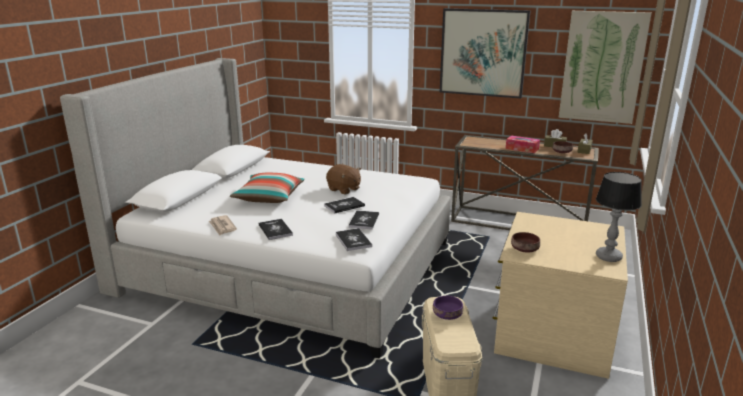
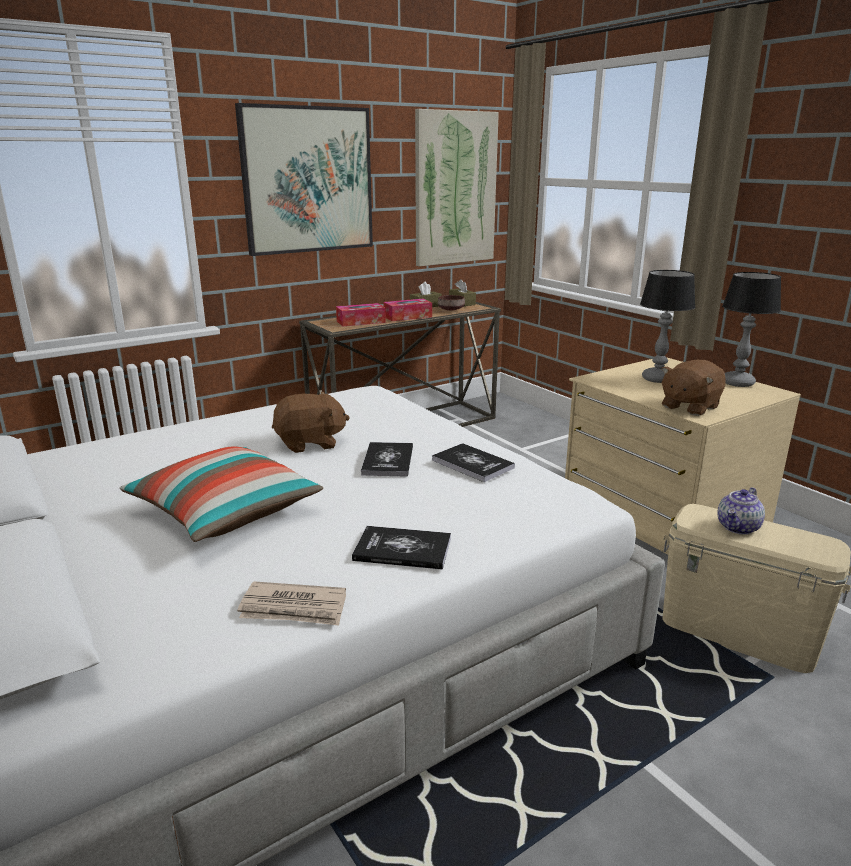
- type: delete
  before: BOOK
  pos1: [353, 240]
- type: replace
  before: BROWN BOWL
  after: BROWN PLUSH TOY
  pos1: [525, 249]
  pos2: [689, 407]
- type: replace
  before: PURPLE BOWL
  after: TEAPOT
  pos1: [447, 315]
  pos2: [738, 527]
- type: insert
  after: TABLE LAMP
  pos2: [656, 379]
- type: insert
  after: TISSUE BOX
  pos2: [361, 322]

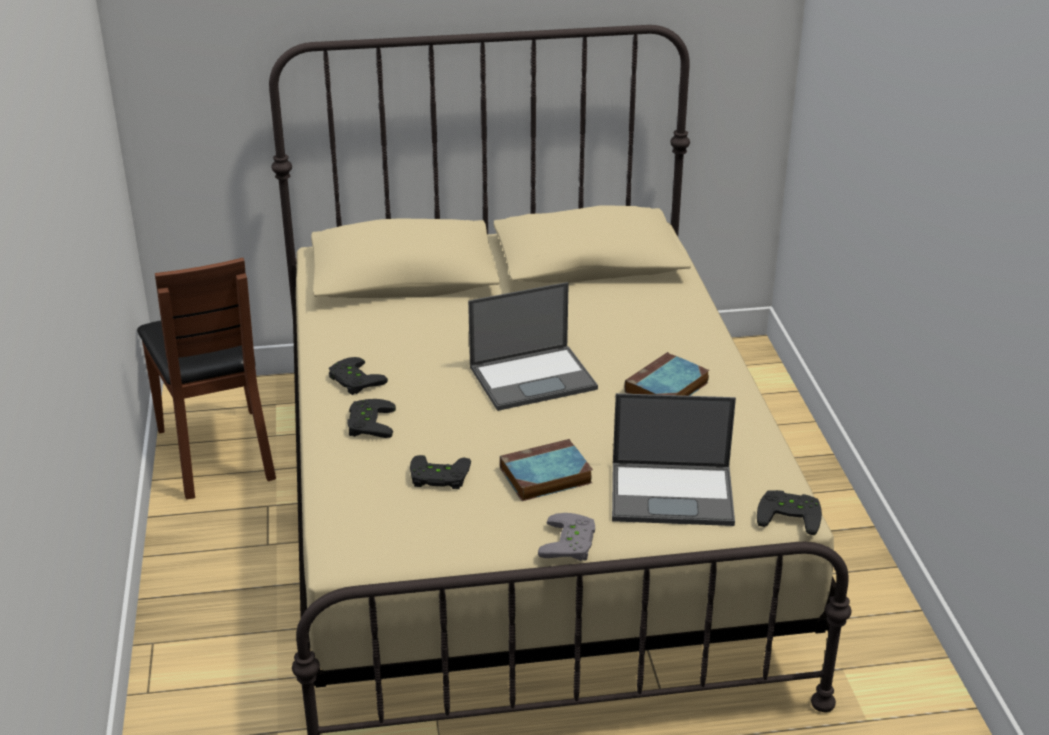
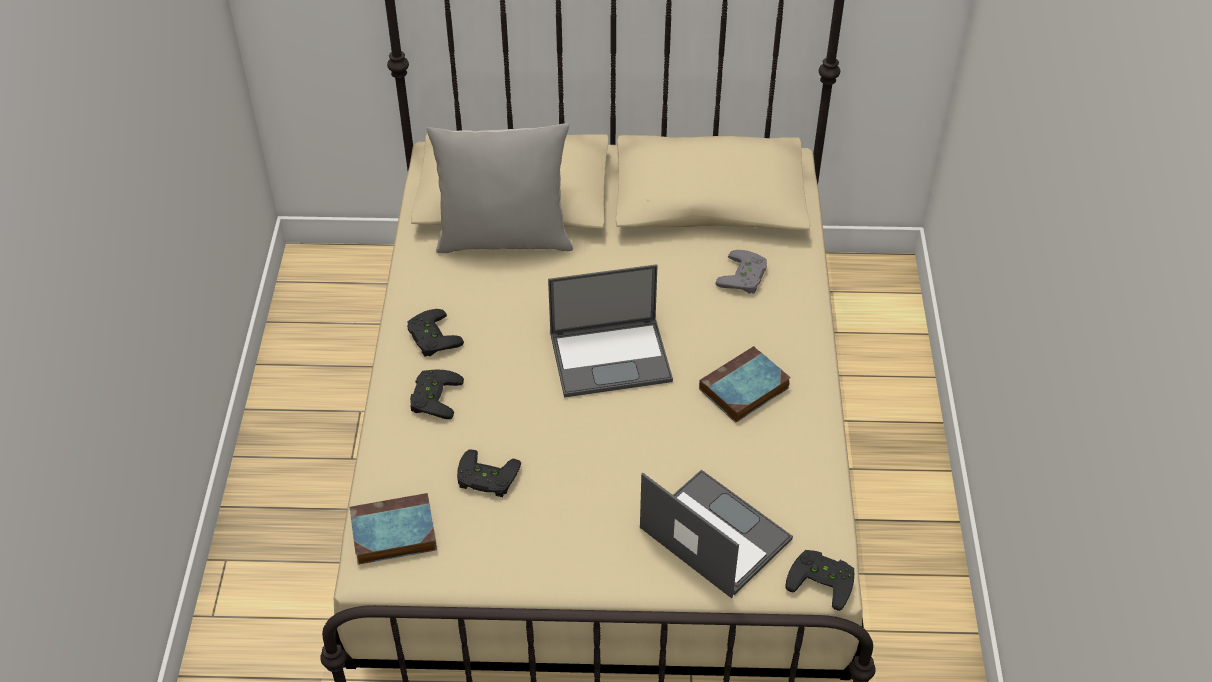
- type: delete
  before: BROWN CHAIR
  pos1: [218, 452]
- type: rotate
  before: LAPTOP
  pos1: [673, 493]
  pos2: [713, 533]
  turn: -150
- type: move
  before: BOOK
  pos1: [544, 476]
  pos2: [392, 534]
- type: move
  before: GREY GAME CONTROLLER
  pos1: [572, 543]
  pos2: [745, 277]
- type: insert
  after: GREY PILLOW
  pos2: [504, 238]

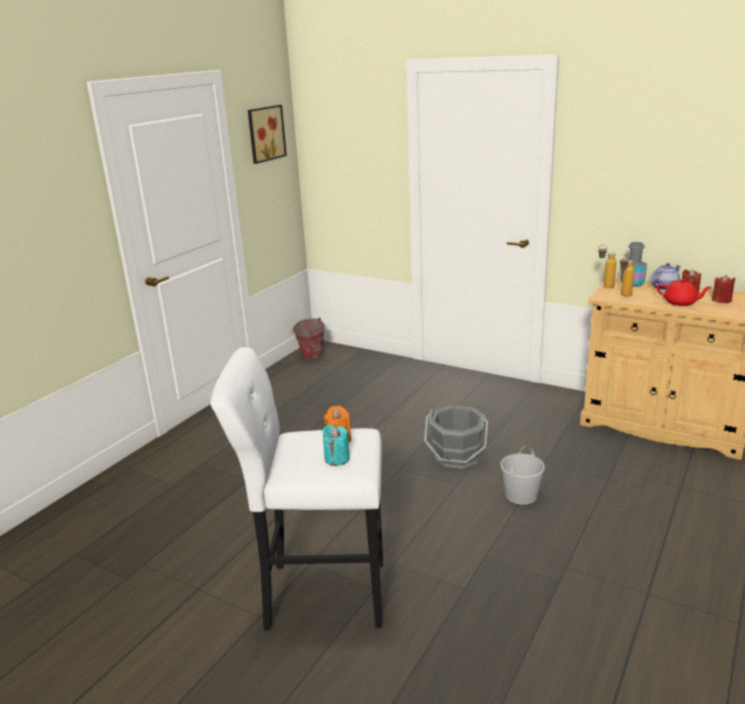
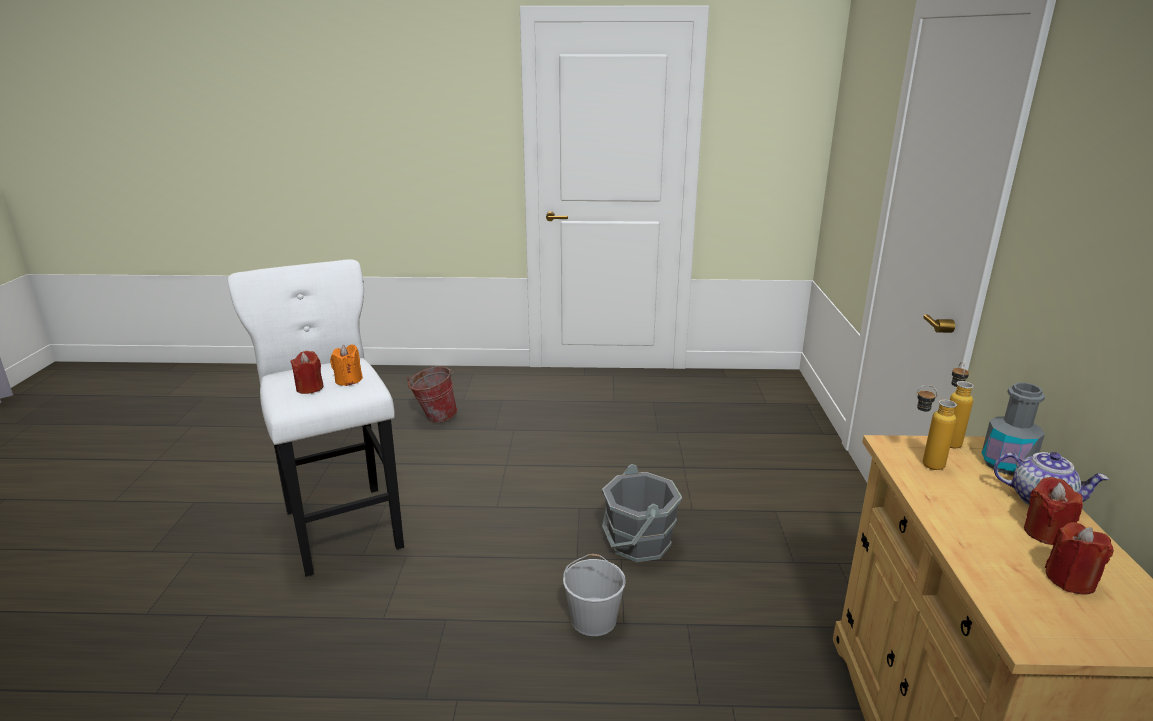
- type: delete
  before: PICTURE
  pos1: [264, 133]
- type: delete
  before: RED TEAPOT
  pos1: [681, 302]
- type: move
  before: BUCKET
  pos1: [310, 357]
  pos2: [434, 418]
- type: recolor
  before: TURQUOISE CANDLE
  after: RED CANDLE
  pos1: [337, 459]
  pos2: [309, 388]

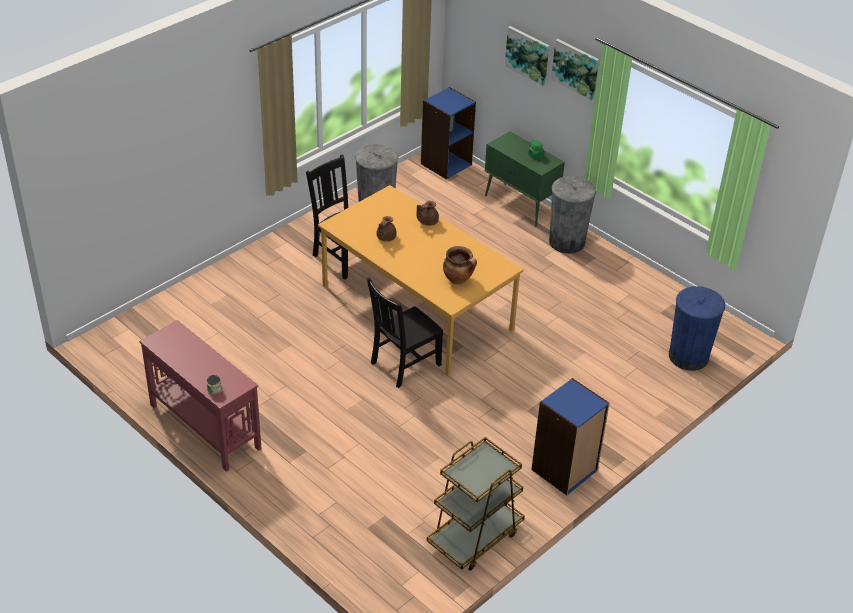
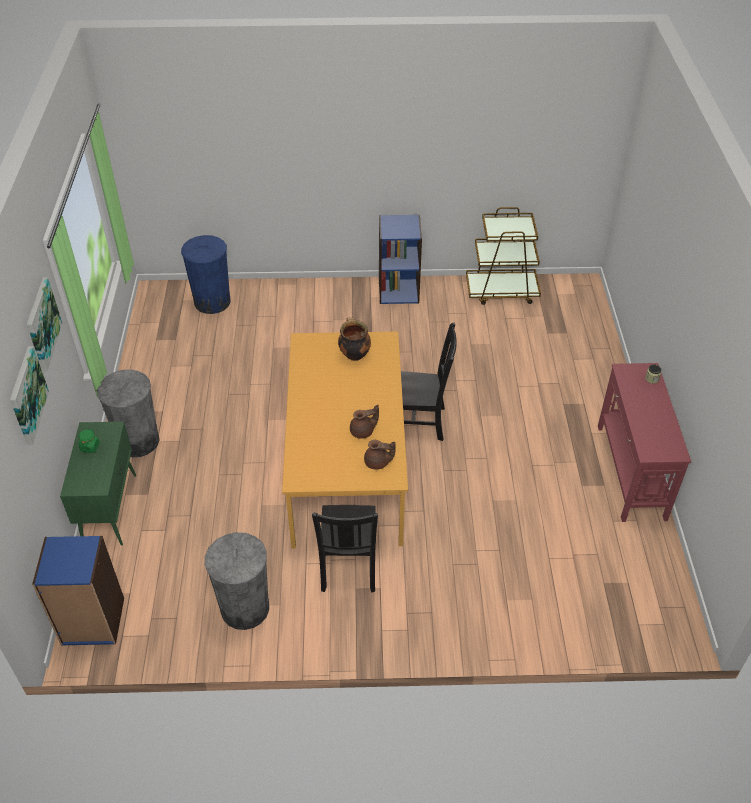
- type: move
  before: BROWN TEAPOT
  pos1: [427, 221]
  pos2: [378, 463]

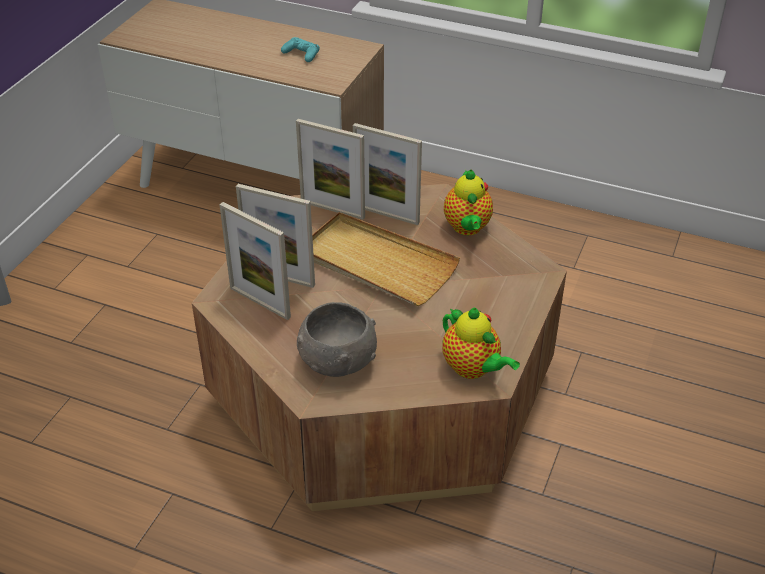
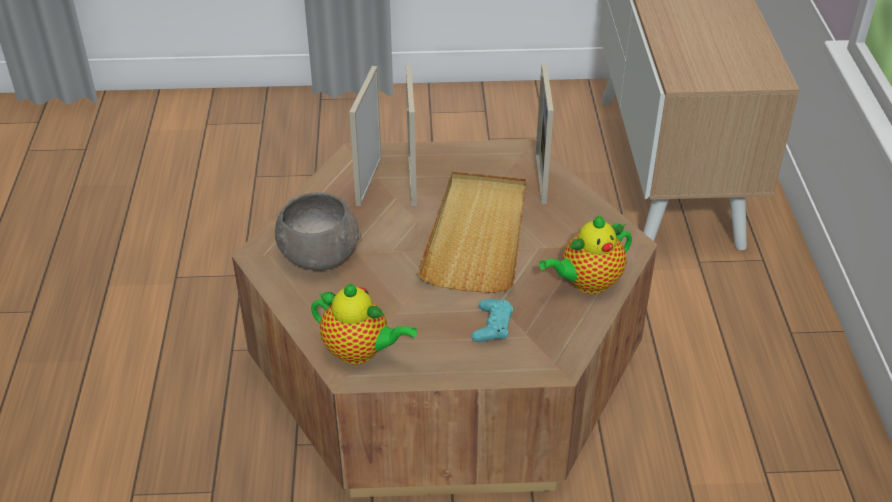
- type: move
  before: TURQUOISE GAME CONTROLLER
  pos1: [301, 54]
  pos2: [492, 326]
- type: delete
  before: PICTURE FRAME
  pos1: [386, 214]
- type: rotate
  before: TEAPOT
  pos1: [473, 369]
  pos2: [360, 352]
  turn: -90

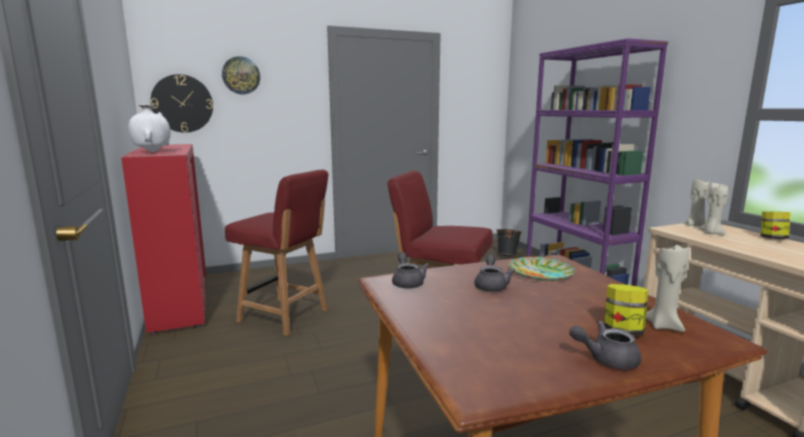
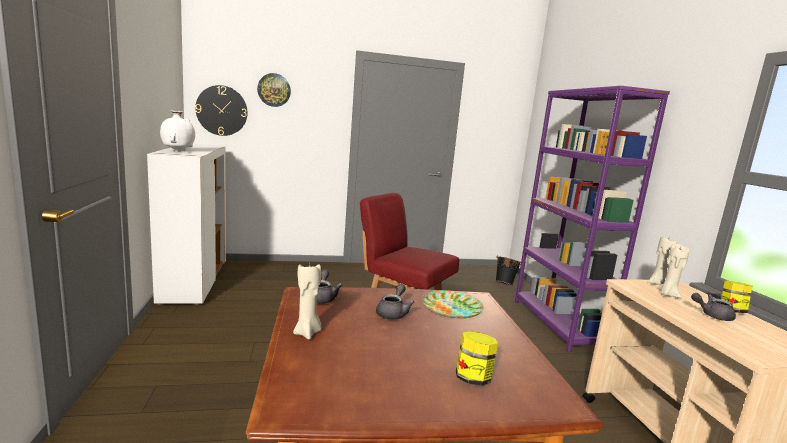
- type: recolor
  before: RED CABINET
  after: WHITE CABINET
  pos1: [180, 303]
  pos2: [194, 281]
- type: delete
  before: RED CHAIR
  pos1: [285, 316]
- type: move
  before: BEIGE CANDLE
  pos1: [663, 325]
  pos2: [307, 333]
- type: move
  before: GREY TEAPOT
  pos1: [606, 359]
  pos2: [712, 315]

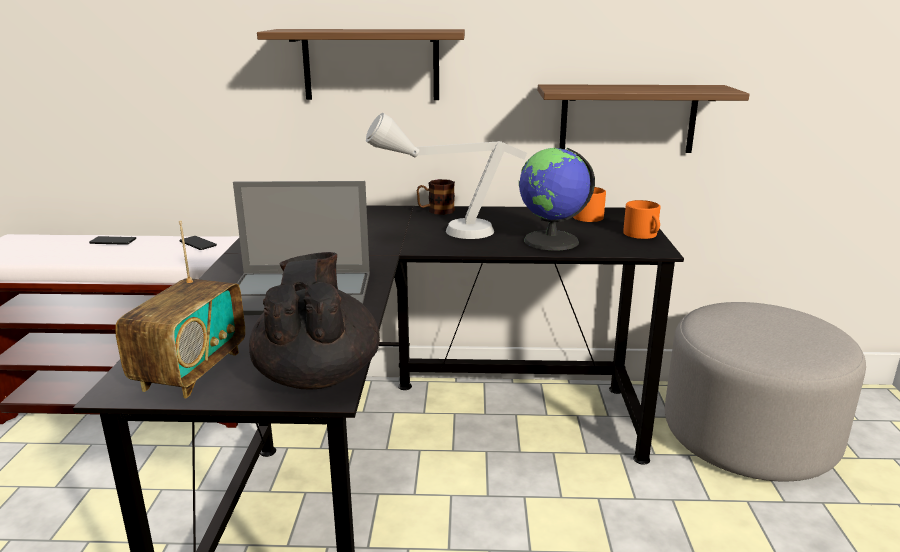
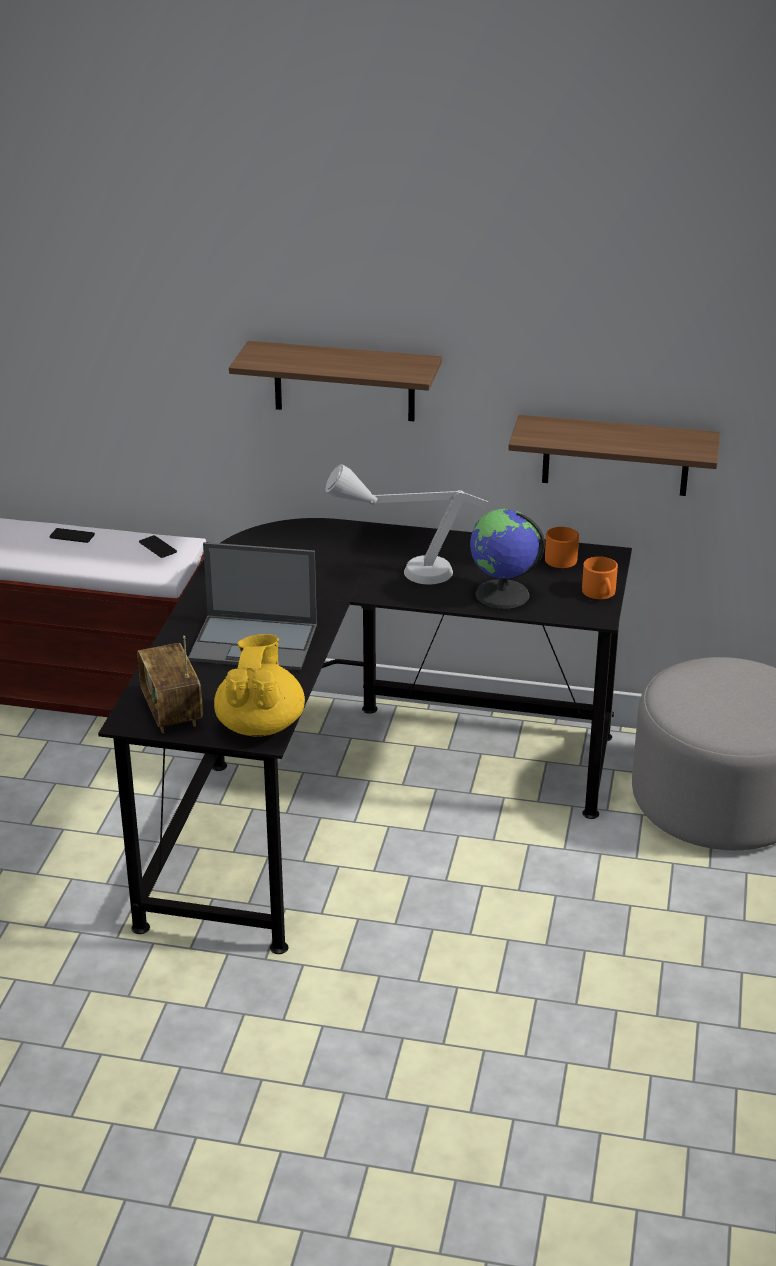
- type: delete
  before: MUG
  pos1: [435, 211]
- type: rotate
  before: RADIO
  pos1: [191, 370]
  pos2: [172, 711]
  turn: 135
- type: recolor
  before: BLACK TEAPOT
  after: YELLOW TEAPOT
  pos1: [318, 375]
  pos2: [260, 724]

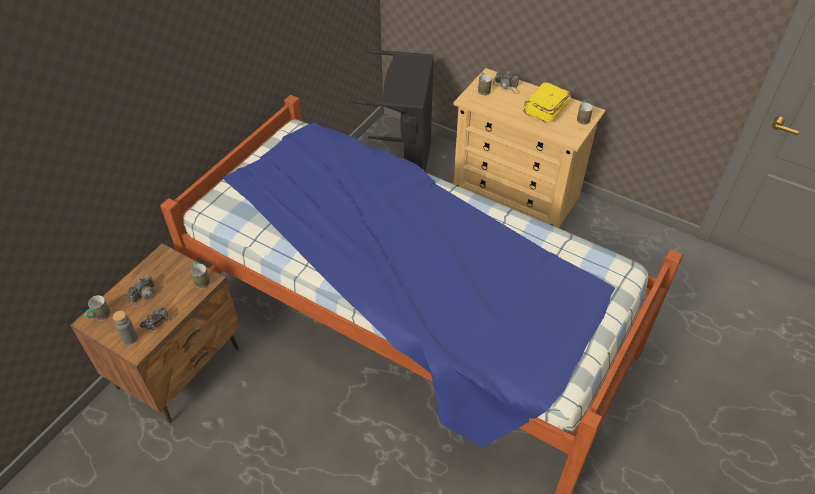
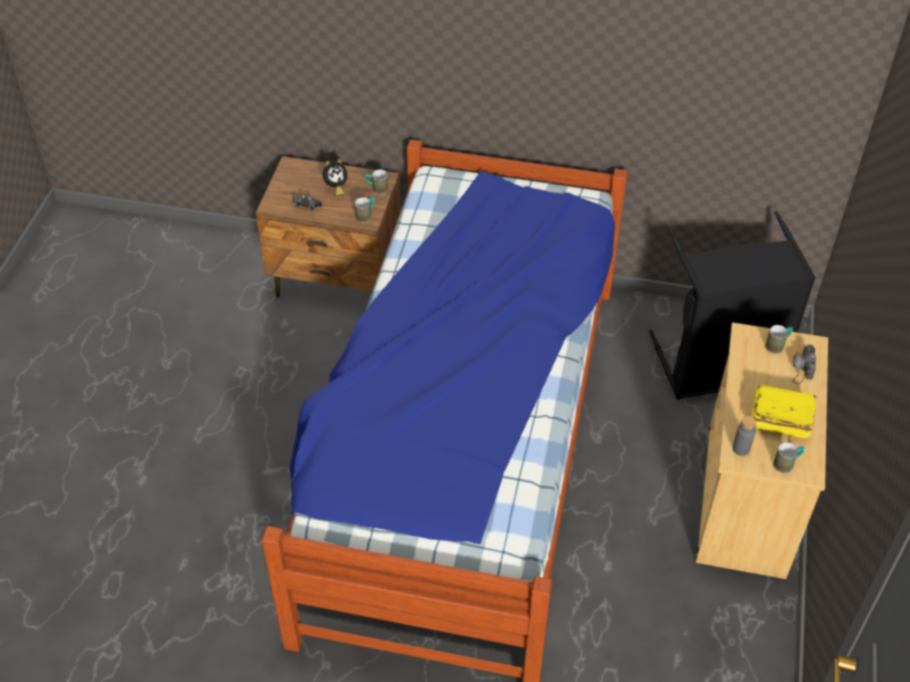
- type: replace
  before: PHOTO CAMERA
  after: ALARM CLOCK
  pos1: [147, 293]
  pos2: [335, 187]
- type: move
  before: MUG
  pos1: [99, 317]
  pos2: [377, 189]
- type: move
  before: GREY BOTTLE
  pos1: [130, 338]
  pos2: [741, 448]

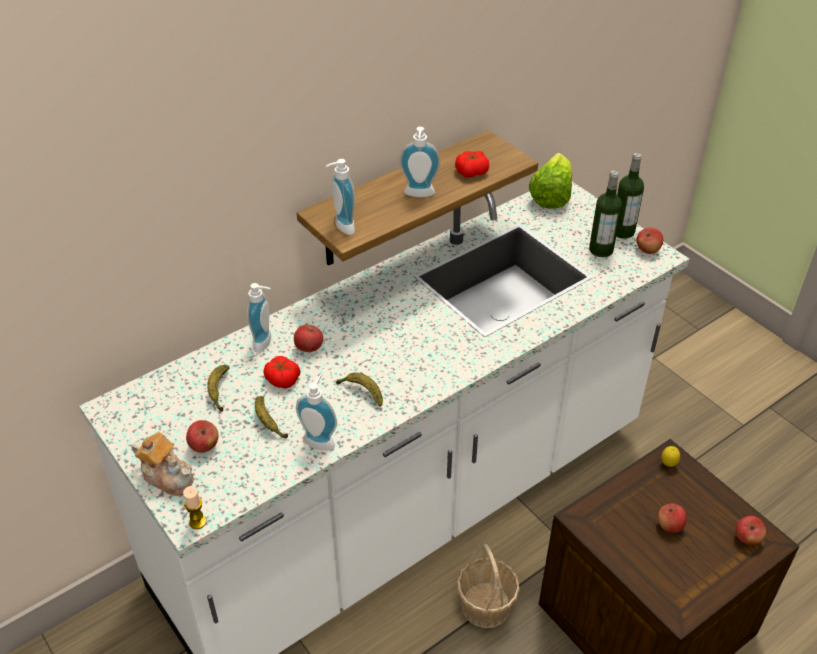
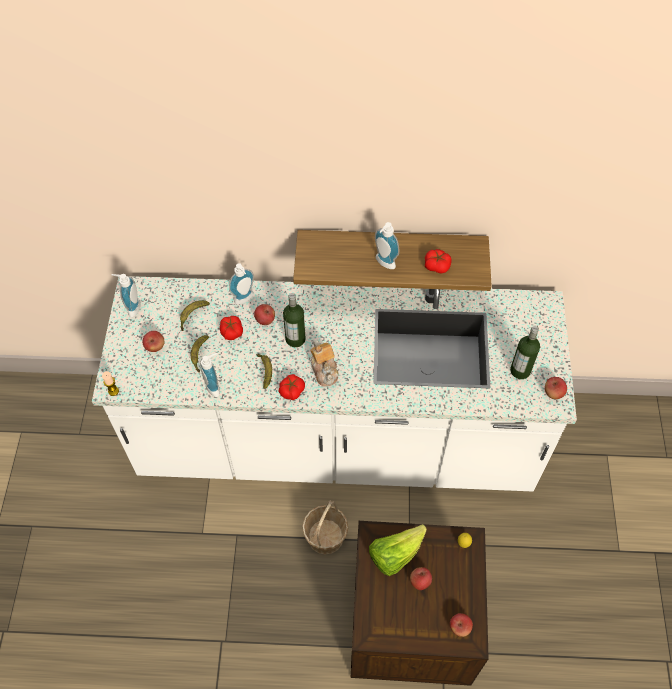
- type: move
  before: LETTUCE
  pos1: [551, 196]
  pos2: [395, 554]
- type: move
  before: BOTTLE
  pos1: [622, 231]
  pos2: [295, 339]
- type: move
  before: SOAP DISPENSER
  pos1: [341, 227]
  pos2: [131, 307]
- type: move
  before: TEAPOT
  pos1: [168, 476]
  pos2: [325, 370]
- type: insert
  after: TOMATO
  pos2: [291, 390]

